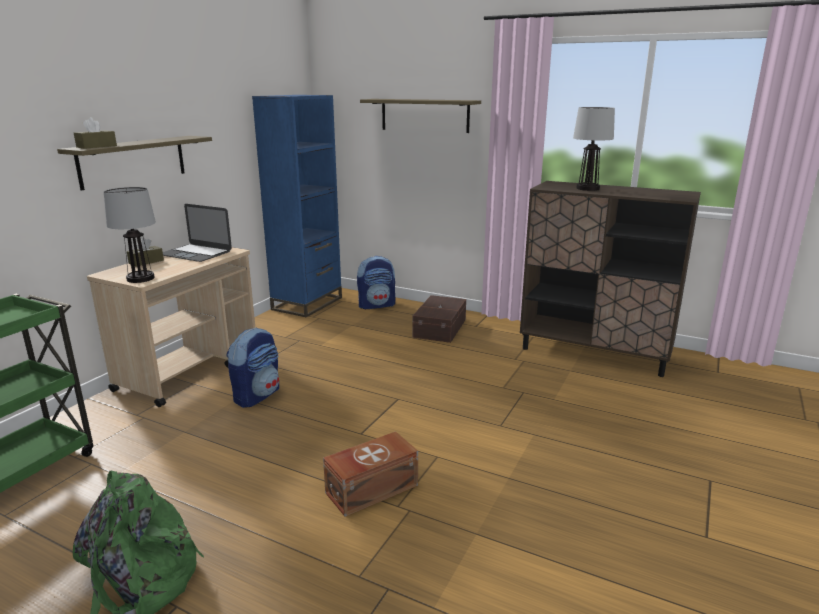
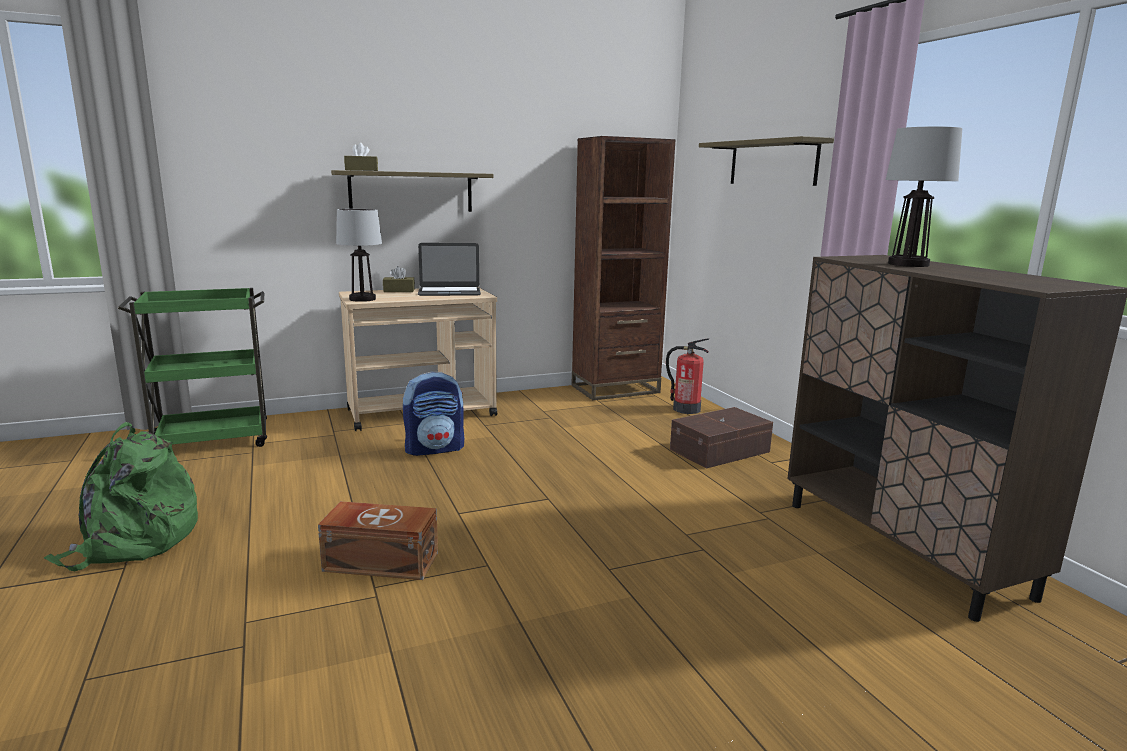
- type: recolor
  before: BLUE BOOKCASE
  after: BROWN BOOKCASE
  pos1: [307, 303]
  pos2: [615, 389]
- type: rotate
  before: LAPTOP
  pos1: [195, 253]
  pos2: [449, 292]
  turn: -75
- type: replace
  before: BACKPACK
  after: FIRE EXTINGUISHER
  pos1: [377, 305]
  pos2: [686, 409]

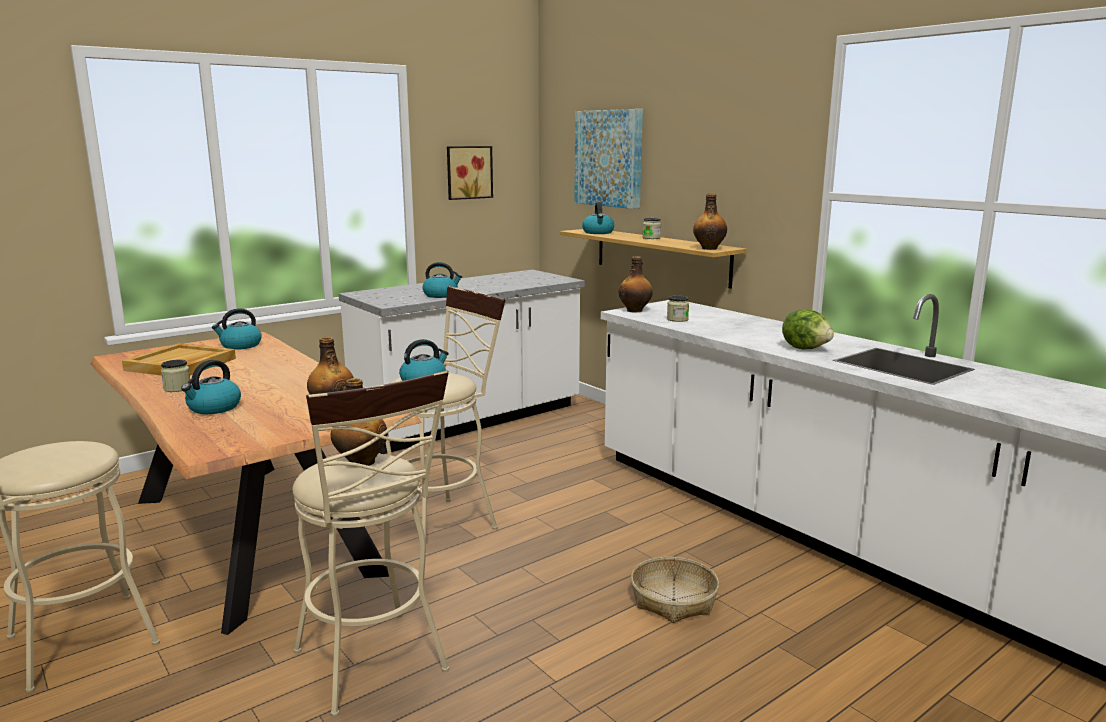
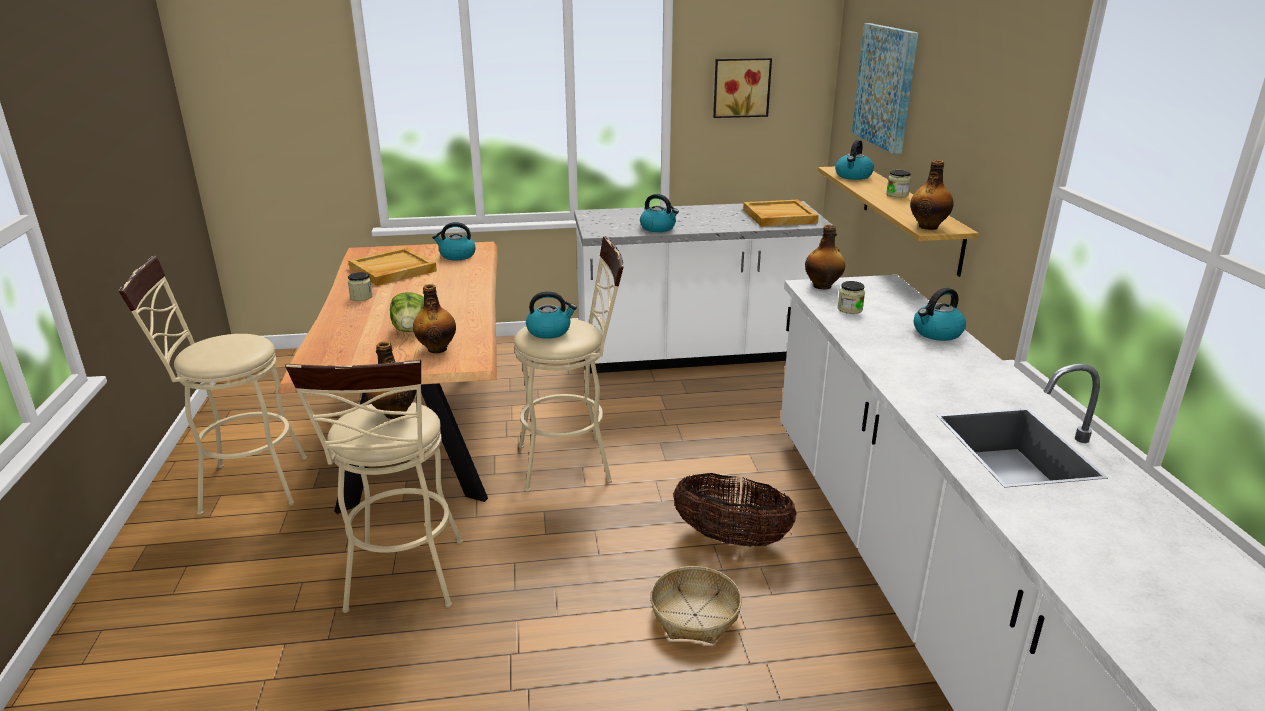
- type: move
  before: LETTUCE
  pos1: [806, 348]
  pos2: [412, 330]
- type: move
  before: KETTLE
  pos1: [213, 408]
  pos2: [937, 333]
- type: insert
  after: BEIGE TRAY
  pos2: [779, 216]
- type: insert
  after: BASKET
  pos2: [731, 538]

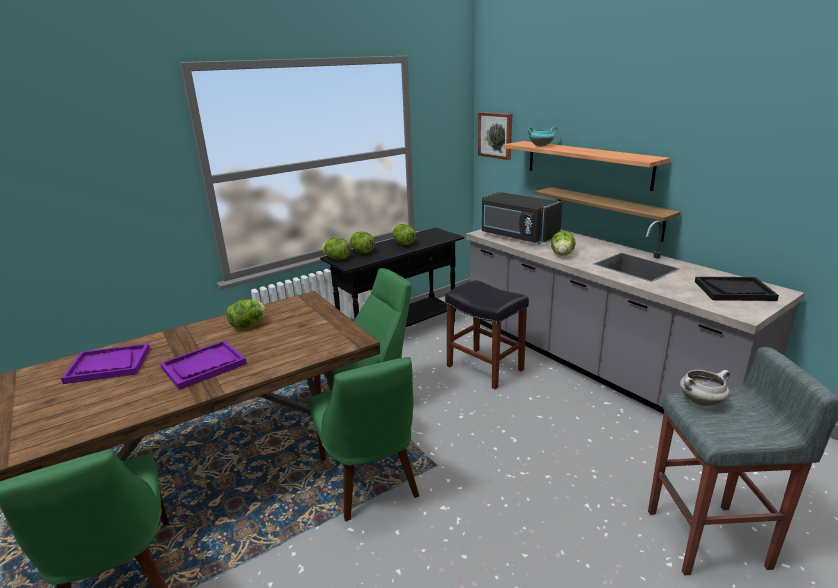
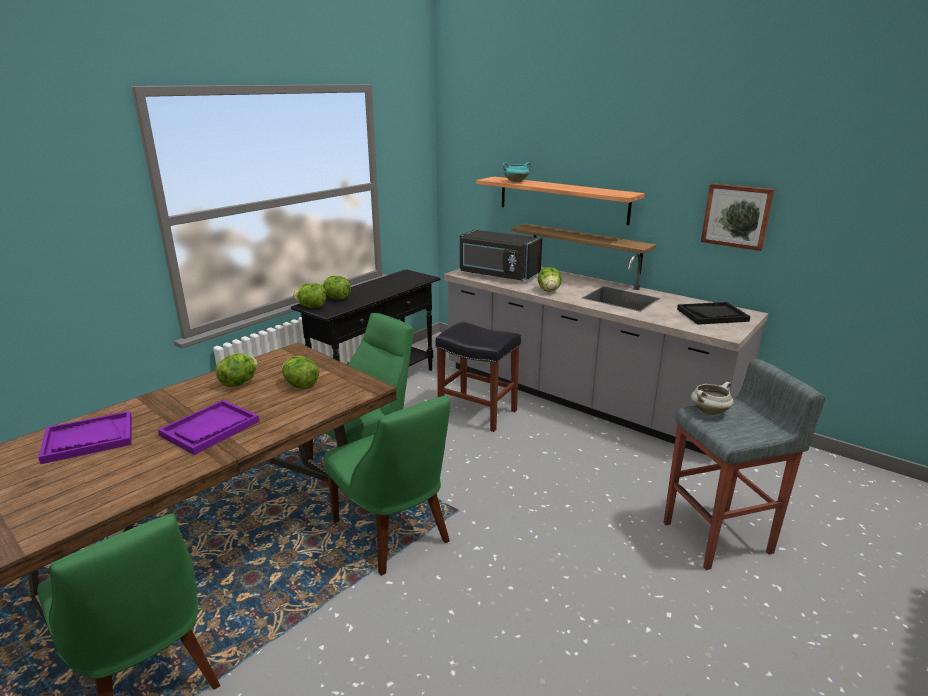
- type: move
  before: PICTURE
  pos1: [495, 135]
  pos2: [737, 216]
- type: move
  before: LETTUCE
  pos1: [403, 244]
  pos2: [301, 385]

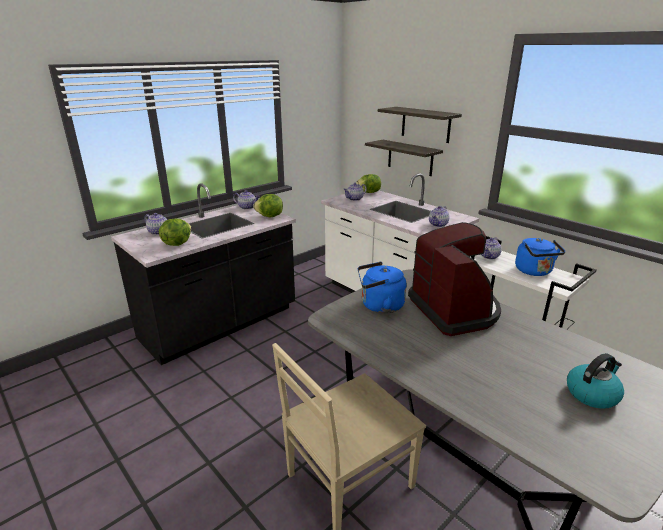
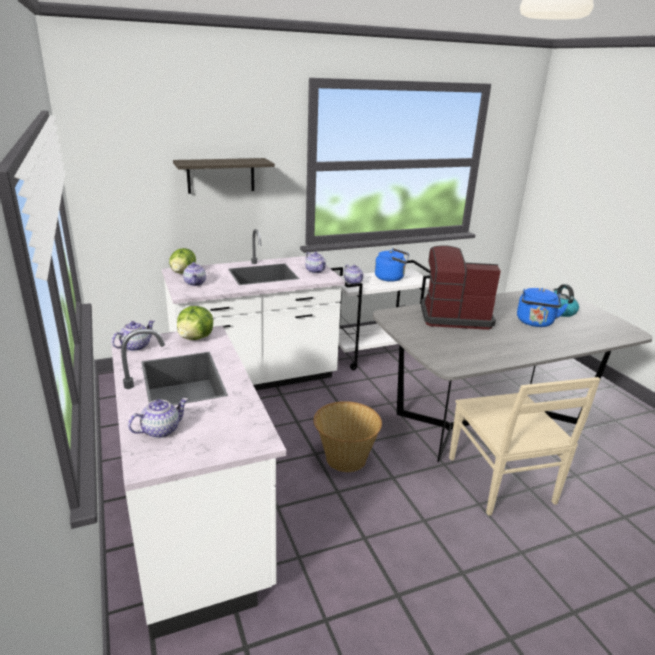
- type: delete
  before: SHELF
  pos1: [410, 157]
- type: recolor
  before: BLACK COUNTER
  after: WHITE COUNTER
  pos1: [220, 325]
  pos2: [197, 524]
- type: delete
  before: LETTUCE
  pos1: [177, 243]
- type: move
  before: BLUE KETTLE
  pos1: [379, 306]
  pos2: [535, 323]
- type: insert
  after: BASKET
  pos2: [345, 458]

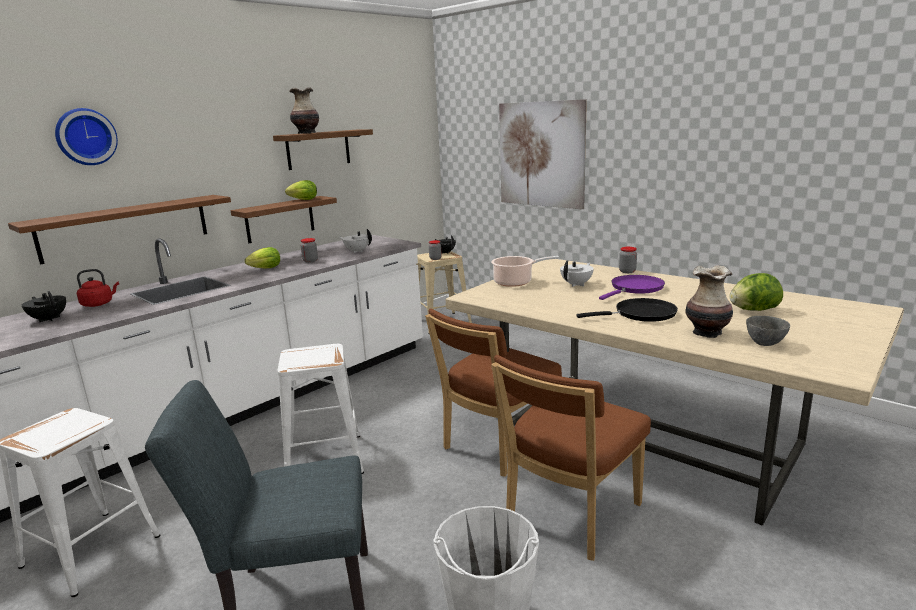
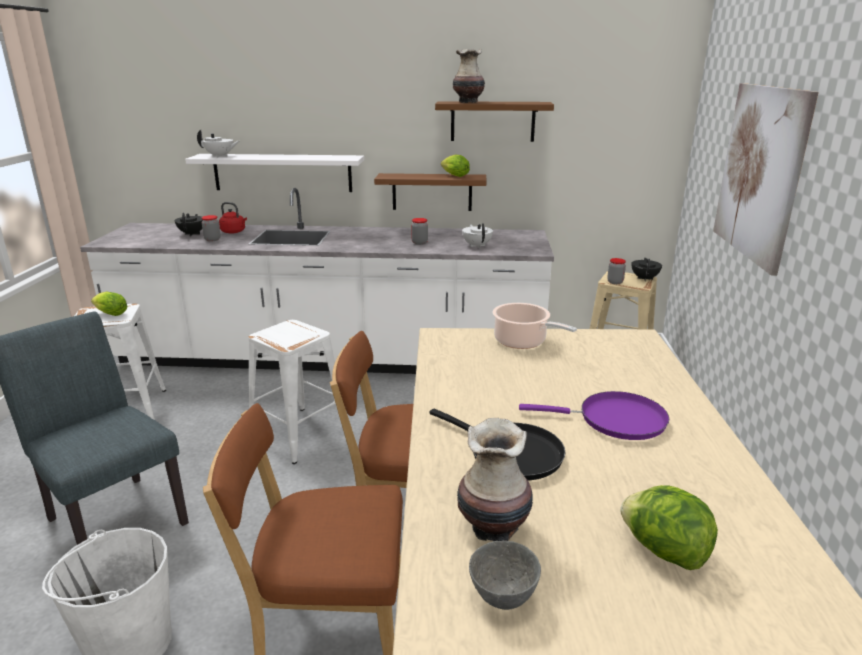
- type: delete
  before: WALL CLOCK
  pos1: [85, 137]
- type: recolor
  before: BROWN SHELF
  after: WHITE SHELF
  pos1: [126, 227]
  pos2: [282, 172]
- type: move
  before: LETTUCE
  pos1: [263, 269]
  pos2: [109, 314]
- type: move
  before: JAR
  pos1: [627, 271]
  pos2: [212, 239]
- type: move
  before: WHITE TEAPOT
  pos1: [577, 284]
  pos2: [220, 156]

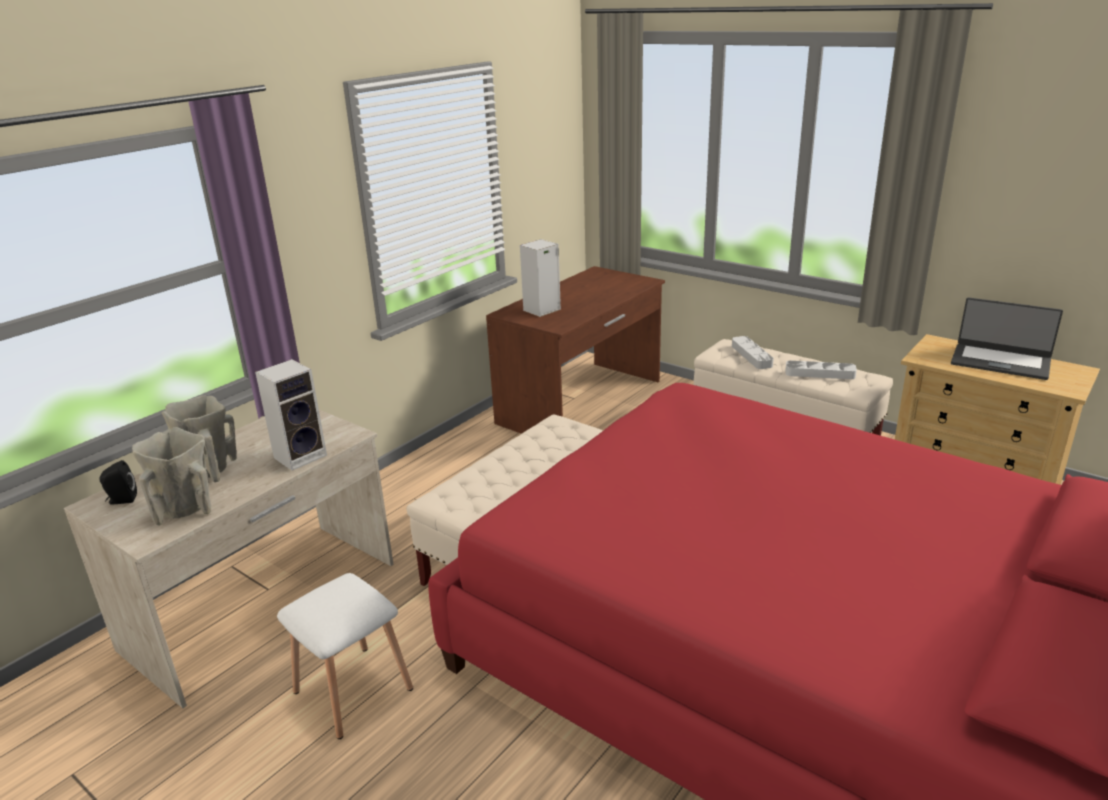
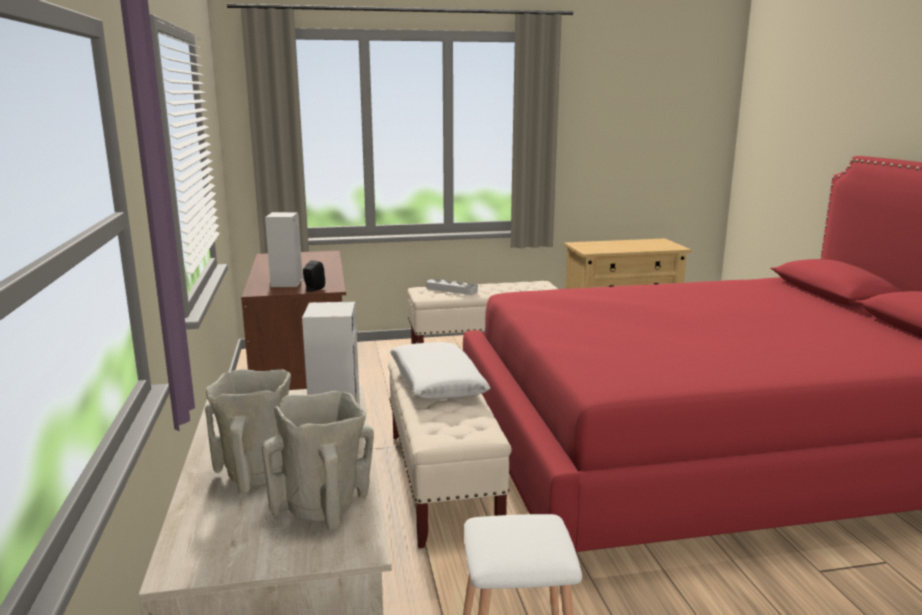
- type: delete
  before: LAPTOP
  pos1: [1000, 361]
- type: delete
  before: WHITE TRAY
  pos1: [820, 373]
- type: move
  before: BLACK SPEAKER
  pos1: [121, 500]
  pos2: [313, 289]
- type: insert
  after: WHITE PILLOW
  pos2: [436, 383]

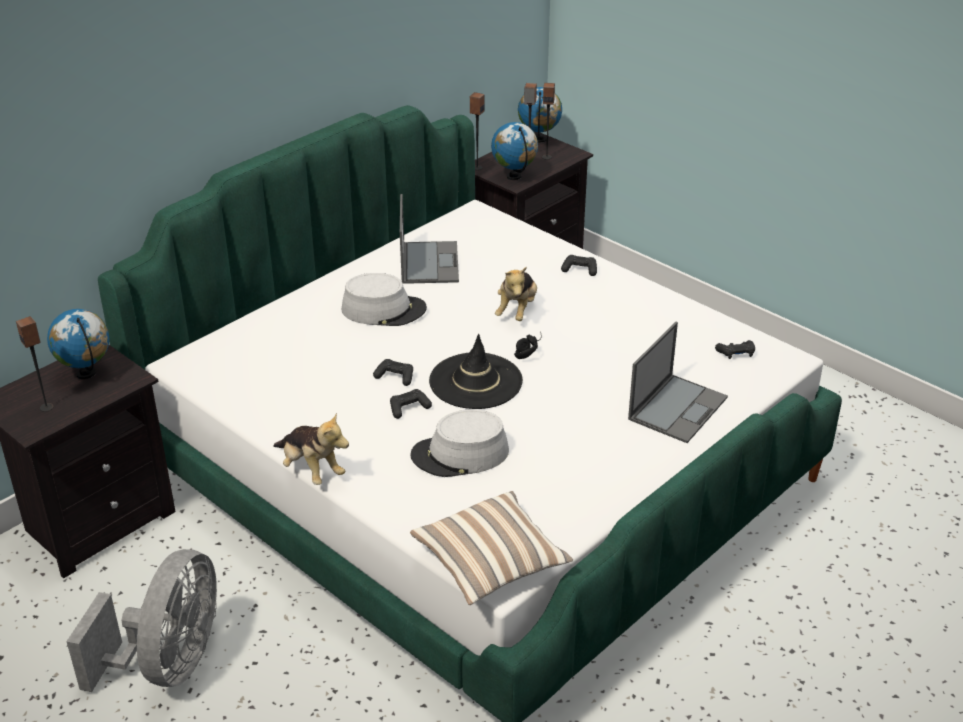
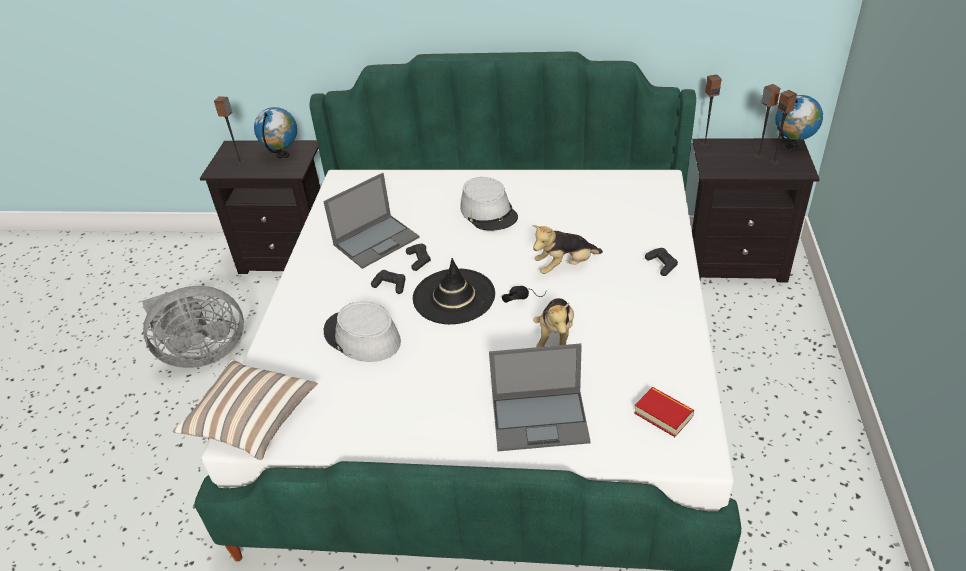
- type: delete
  before: GLOBE
  pos1: [514, 177]
- type: move
  before: LAPTOP
  pos1: [429, 262]
  pos2: [377, 241]
- type: replace
  before: BLACK GAME CONTROLLER
  after: BOOK
  pos1: [736, 354]
  pos2: [663, 415]
- type: move
  before: PLUSH TOY
  pos1: [311, 470]
  pos2: [555, 336]

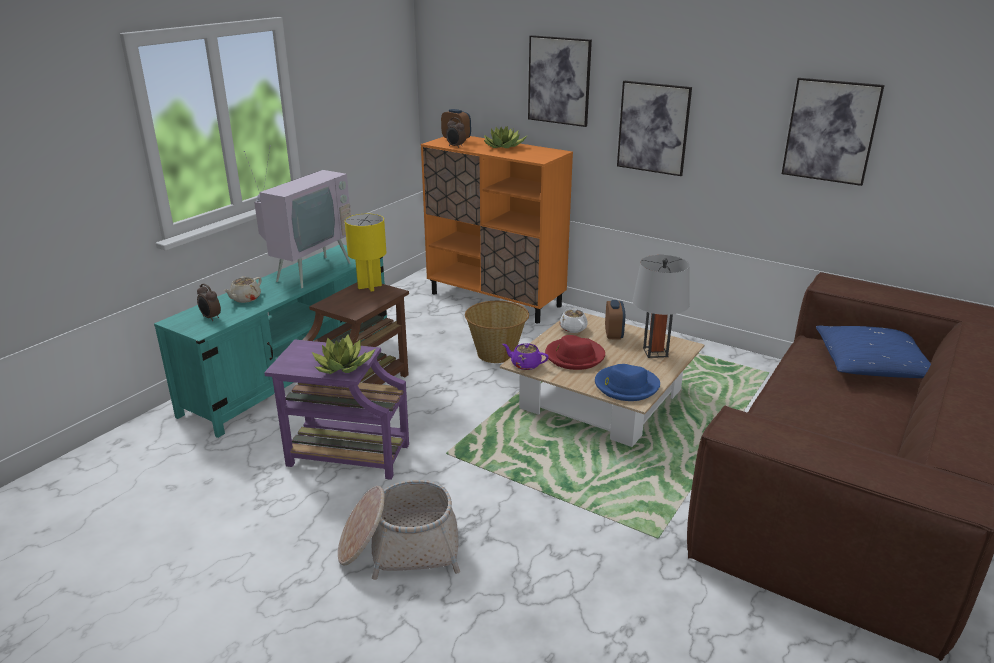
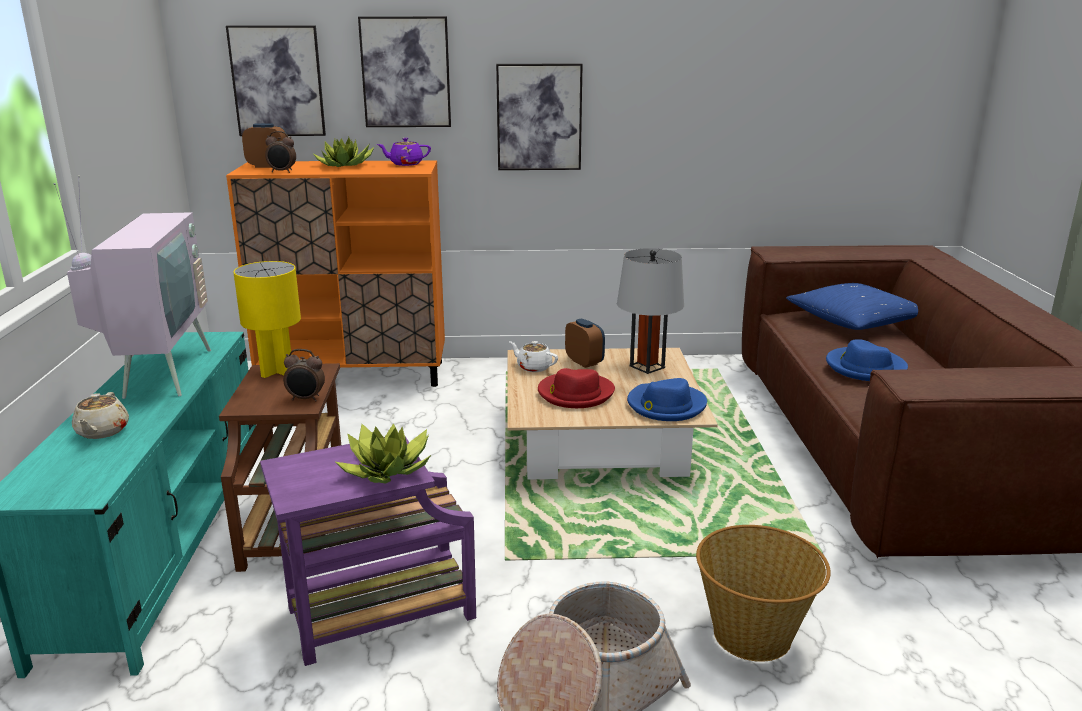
- type: move
  before: PICTURE
  pos1: [830, 131]
  pos2: [277, 81]
- type: move
  before: ALARM CLOCK
  pos1: [210, 318]
  pos2: [306, 399]
- type: move
  before: BASKET
  pos1: [497, 354]
  pos2: [754, 635]
- type: move
  before: PURPLE TEAPOT
  pos1: [525, 364]
  pos2: [405, 164]
- type: insert
  after: BLUE HAT
  pos2: [865, 367]

